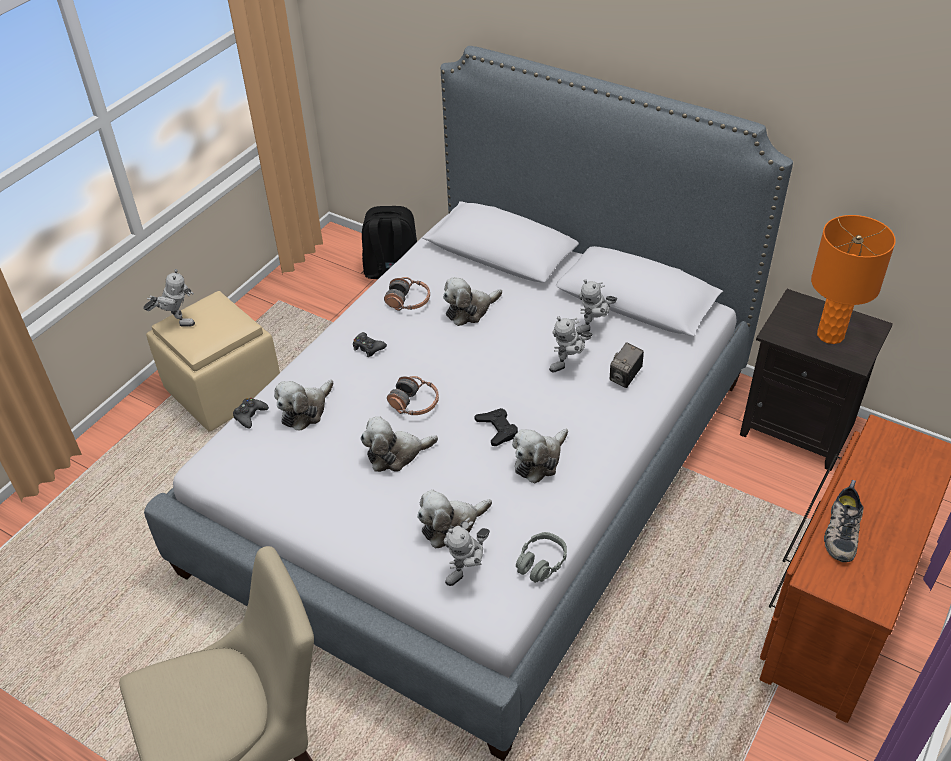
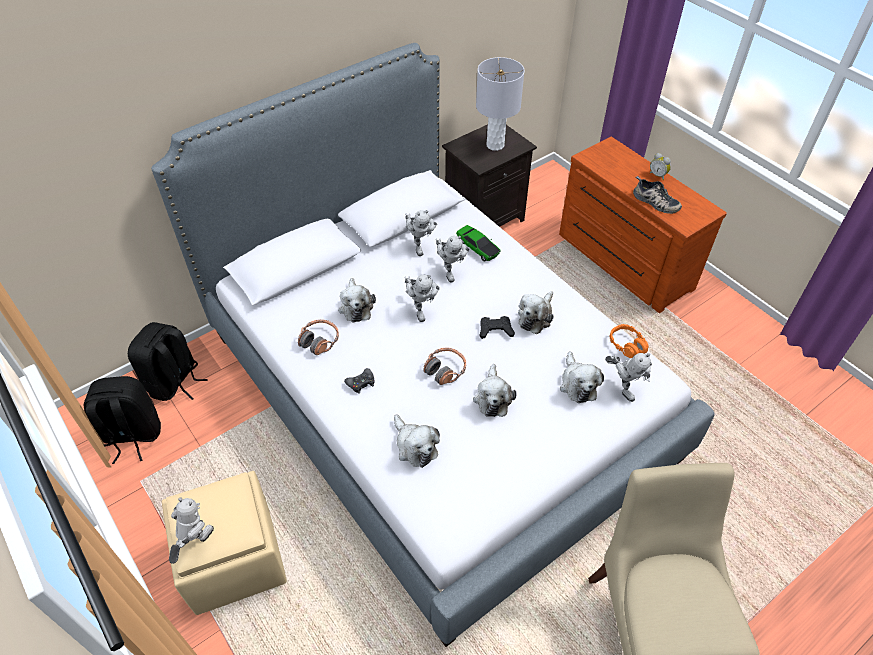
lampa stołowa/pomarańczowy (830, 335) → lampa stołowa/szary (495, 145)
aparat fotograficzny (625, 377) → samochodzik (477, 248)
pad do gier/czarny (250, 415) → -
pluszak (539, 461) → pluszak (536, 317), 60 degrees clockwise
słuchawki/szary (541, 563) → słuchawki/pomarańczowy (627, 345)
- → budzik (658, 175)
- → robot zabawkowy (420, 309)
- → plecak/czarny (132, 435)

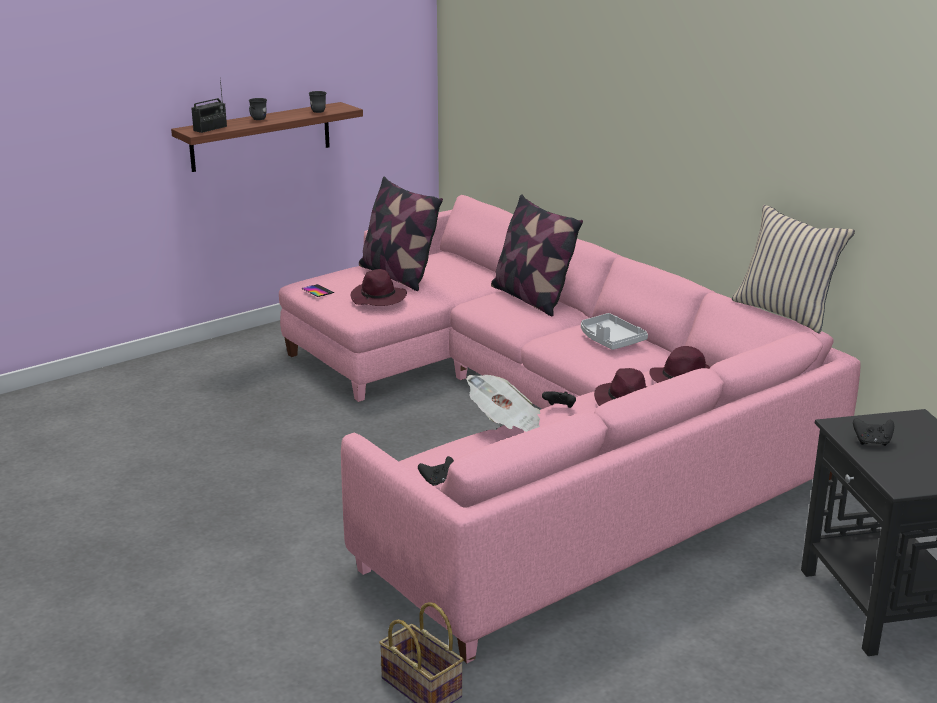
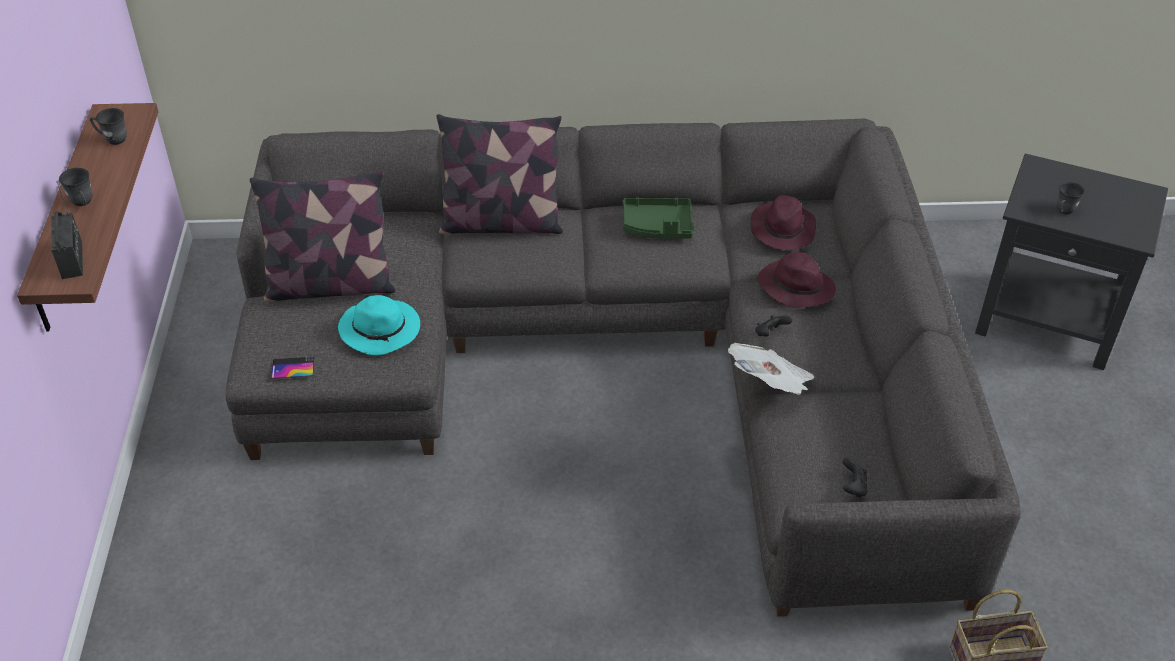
kanapa/różowy (538, 431) → kanapa/szary (626, 356)
poduszka/beżowy (785, 312) → -
kapelusz/fioletowy (379, 298) → kapelusz/turkusowy (381, 330)
taca/szary (610, 340) → taca/zielony (657, 227)
pad do gier/czarny (872, 442) → kubek/szary (1063, 211)

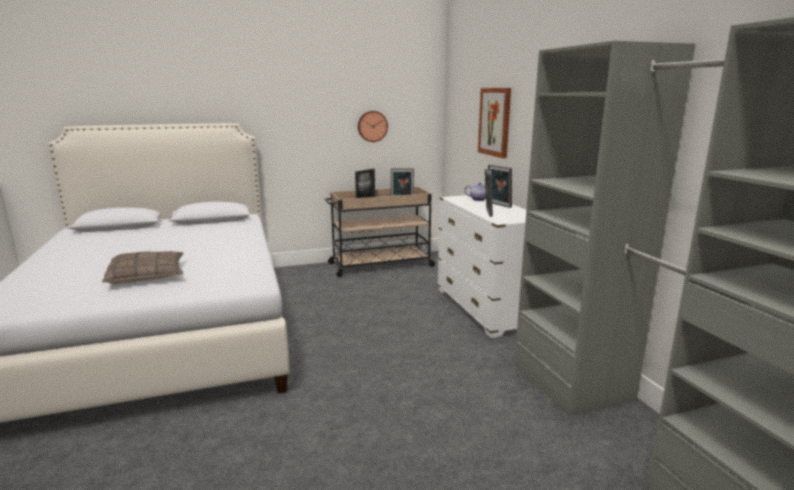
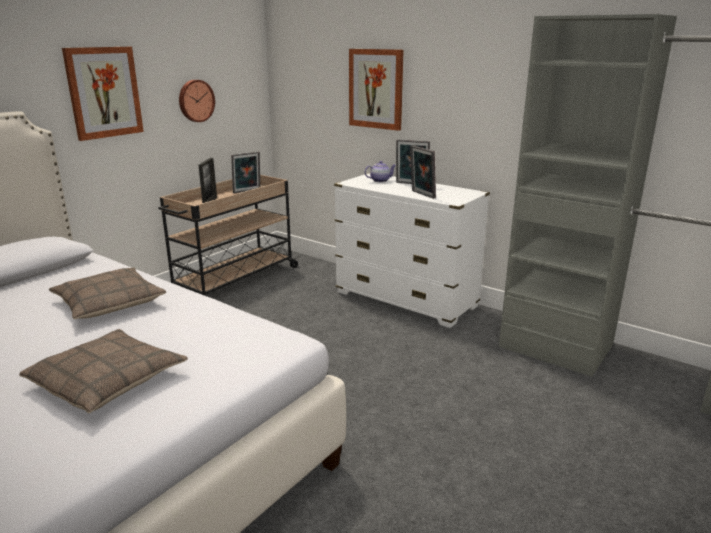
- → obraz (104, 92)
- → poduszka (109, 303)

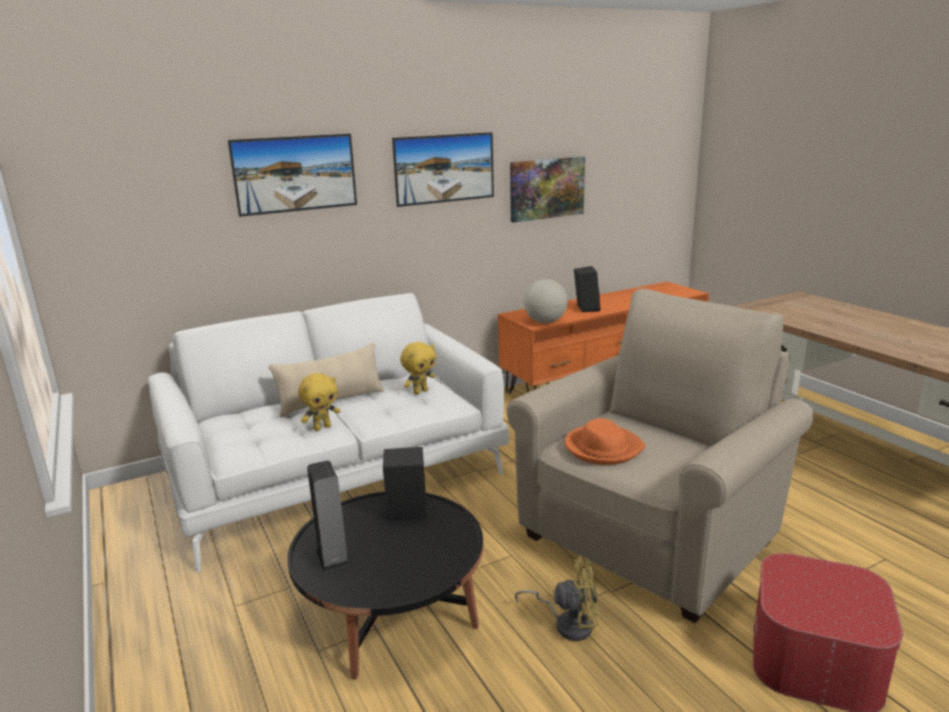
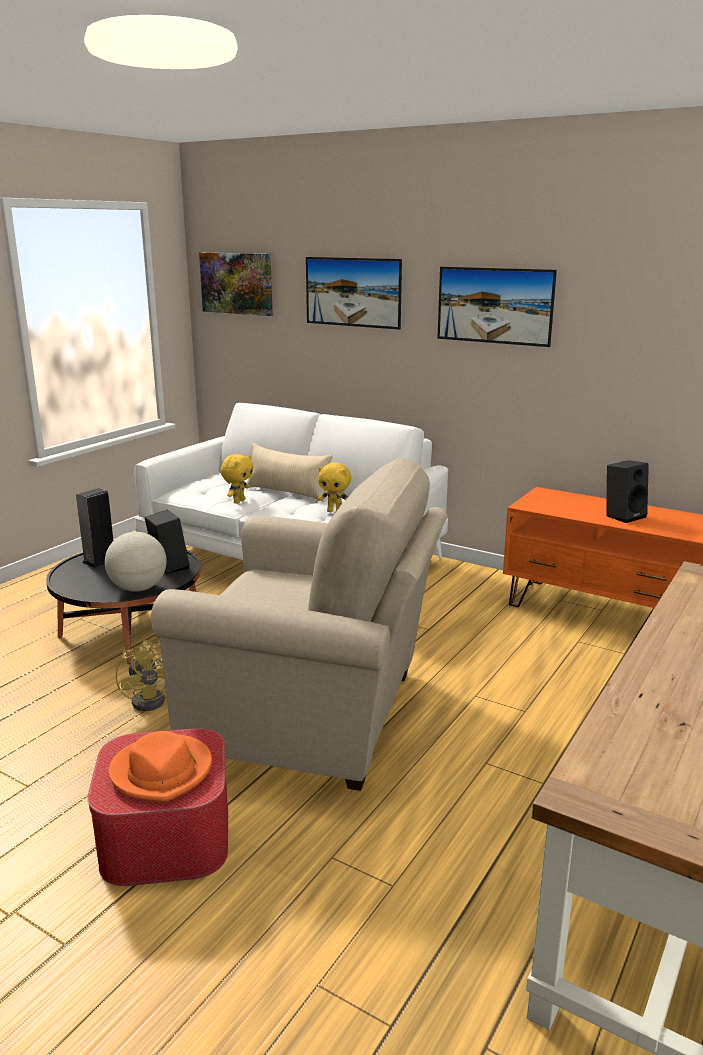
obraz (546, 188) → obraz (237, 283), moved
globus (545, 322) → globus (138, 588), moved
pluszak/żółty (322, 427) → pluszak/żółty (238, 501), 90 degrees counterclockwise
kapelusz/pomarańczowy (602, 448) → kapelusz/pomarańczowy (162, 771), moved

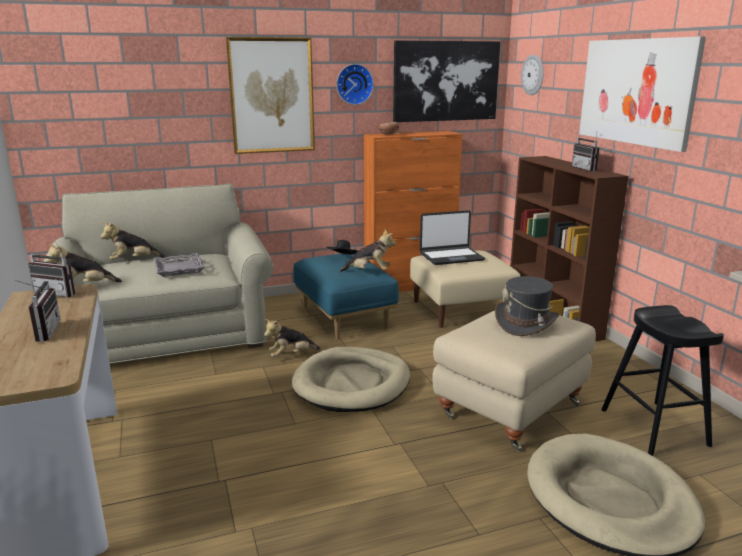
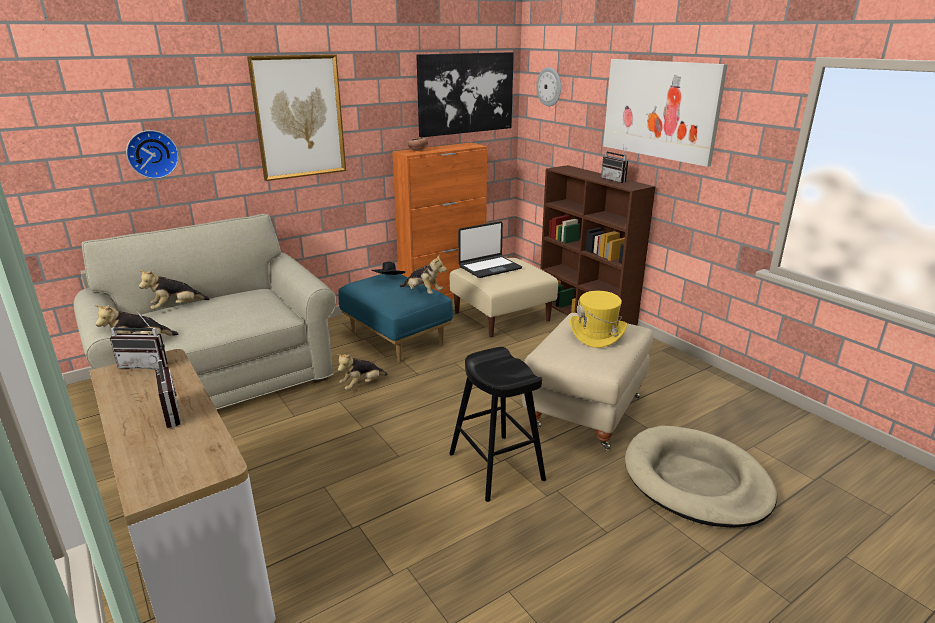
zegar ścienny (354, 84) → zegar ścienny (152, 154), moved
pluszak (369, 272) → pluszak (423, 292), 45 degrees clockwise
taca/szary (178, 268) → -
kapelusz/szary (526, 323) → kapelusz/żółty (597, 333)
stołek/czarny (654, 427) → stołek/czarny (496, 467), moved
legowisko/beżowy (352, 384) → -

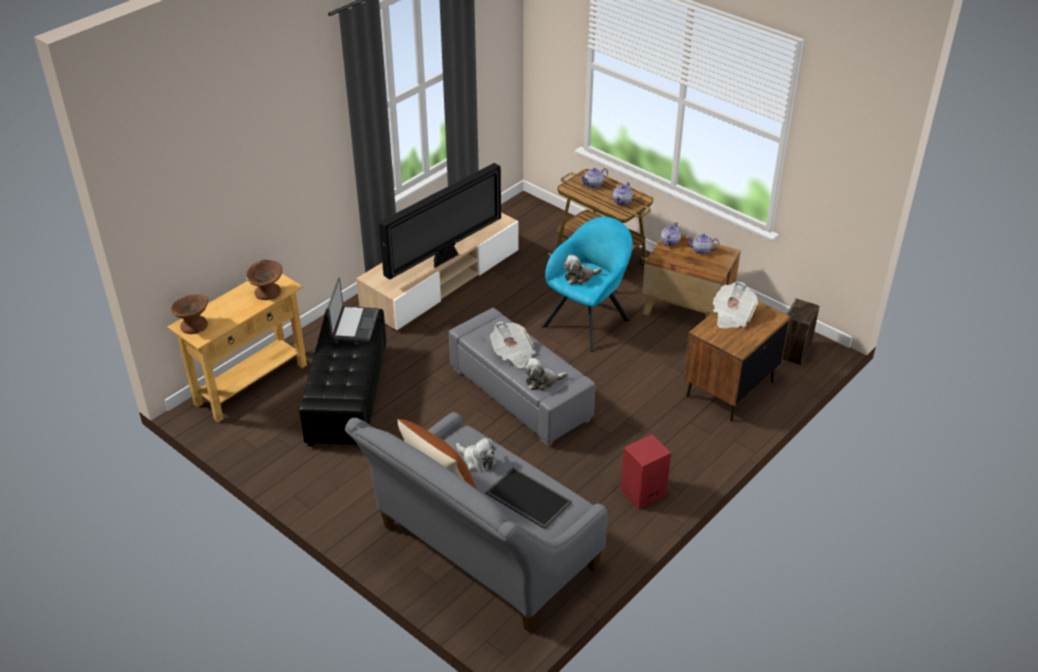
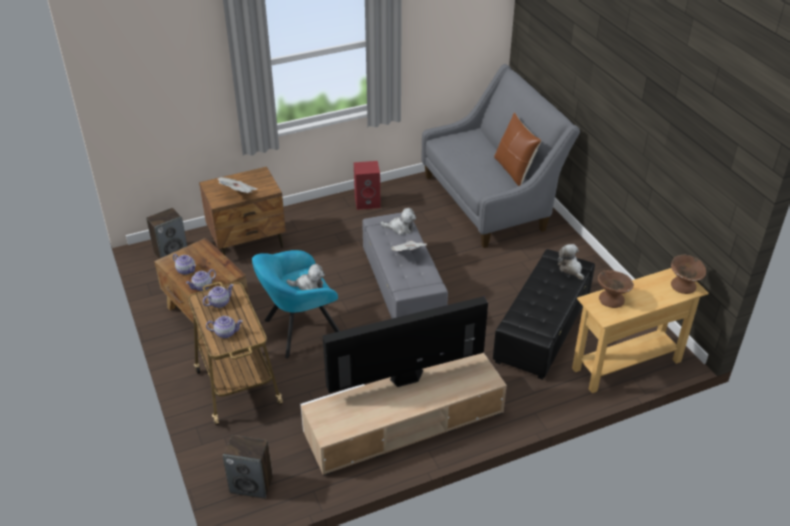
laptop (354, 324) → -
pluszak (477, 460) → pluszak (570, 268), moved
taca (526, 498) → -
- → głośnik (252, 484)

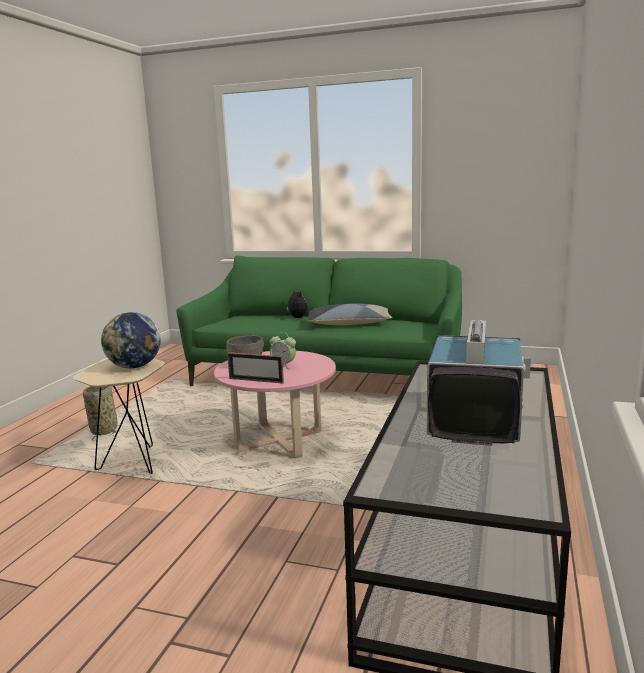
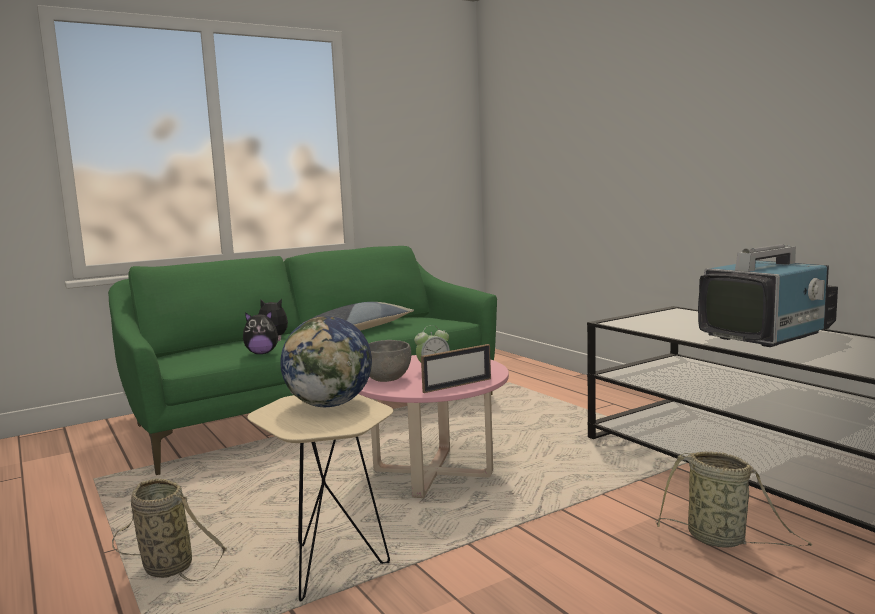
telewizor (474, 421) → telewizor (768, 336), 90 degrees clockwise
- → pluszak (262, 353)
- → koszyk (720, 540)

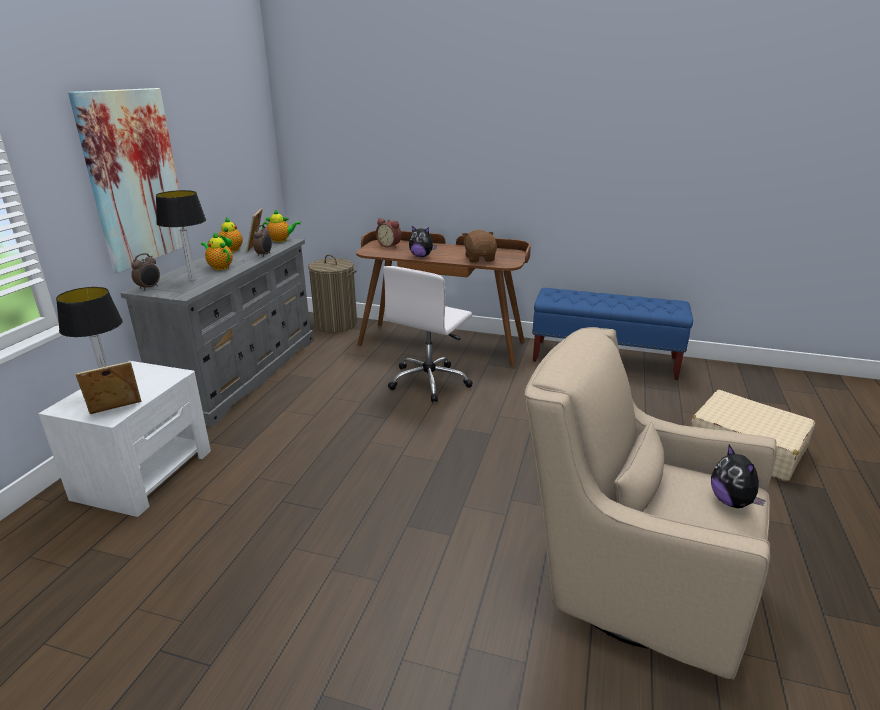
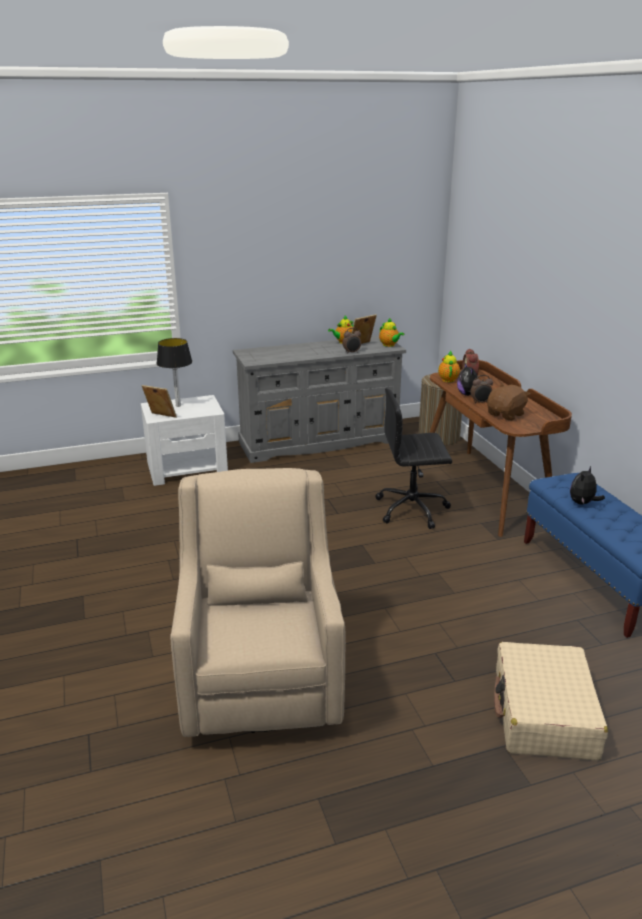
obraz (134, 178) → -
lampa stołowa (193, 279) → -
imbryk (219, 267) → imbryk (448, 379), moved
budzik (149, 288) → budzik (480, 402), moved
krzesło biurowe/biały (430, 381) → krzesło biurowe/czarny (413, 509)
pluszak (731, 502) → pluszak (582, 503), moved

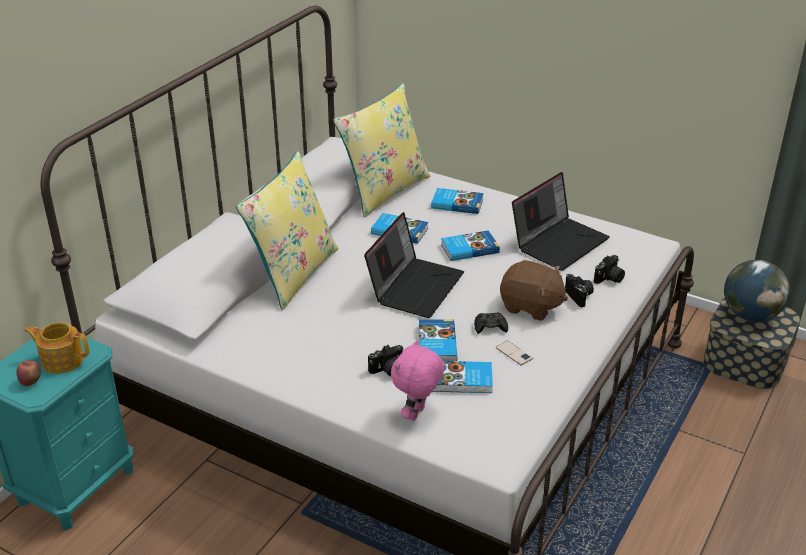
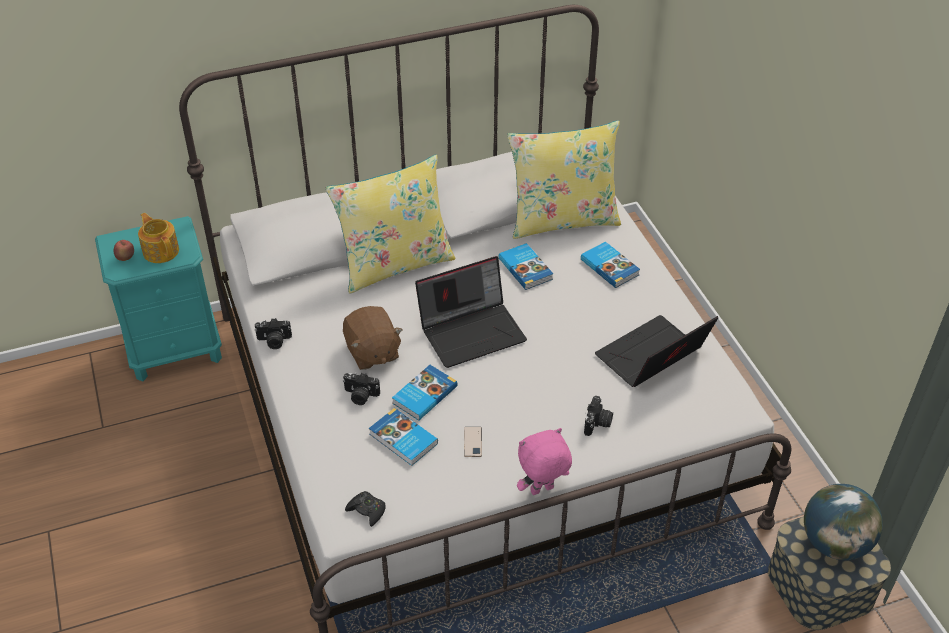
laptop (559, 242) → laptop (651, 358), 150 degrees clockwise
książka (469, 248) → -
aparat fotograficzny (609, 279) → aparat fotograficzny (274, 341), moved
pluszak/brązowy (531, 306) → pluszak/brązowy (372, 352), moved
pad do gier/czarny (490, 327) → pad do gier/czarny (367, 511), moved
pluszak/różowy (417, 414) → pluszak/różowy (542, 491), moved

